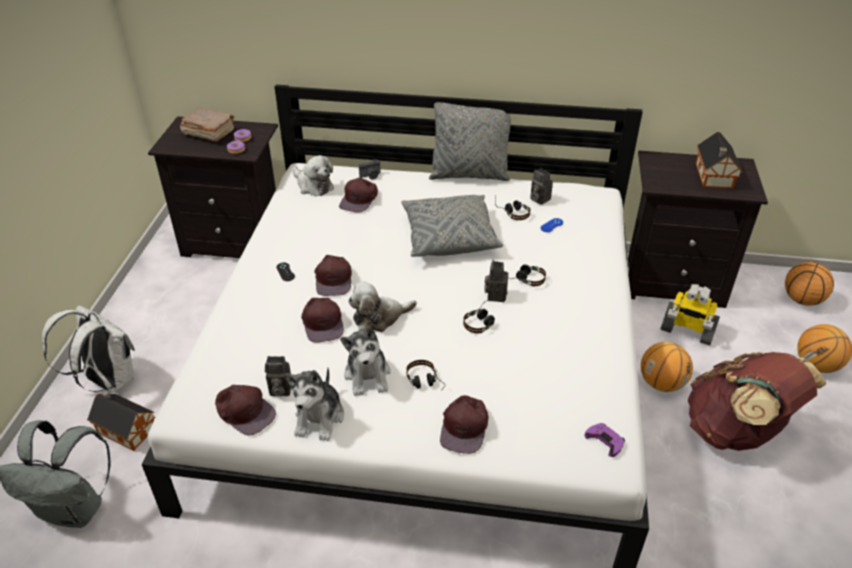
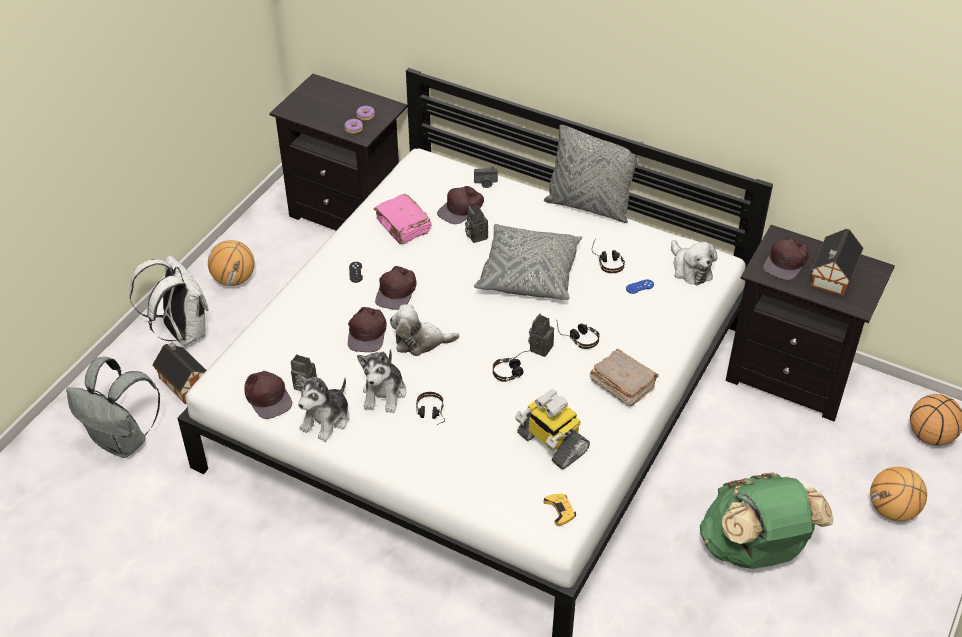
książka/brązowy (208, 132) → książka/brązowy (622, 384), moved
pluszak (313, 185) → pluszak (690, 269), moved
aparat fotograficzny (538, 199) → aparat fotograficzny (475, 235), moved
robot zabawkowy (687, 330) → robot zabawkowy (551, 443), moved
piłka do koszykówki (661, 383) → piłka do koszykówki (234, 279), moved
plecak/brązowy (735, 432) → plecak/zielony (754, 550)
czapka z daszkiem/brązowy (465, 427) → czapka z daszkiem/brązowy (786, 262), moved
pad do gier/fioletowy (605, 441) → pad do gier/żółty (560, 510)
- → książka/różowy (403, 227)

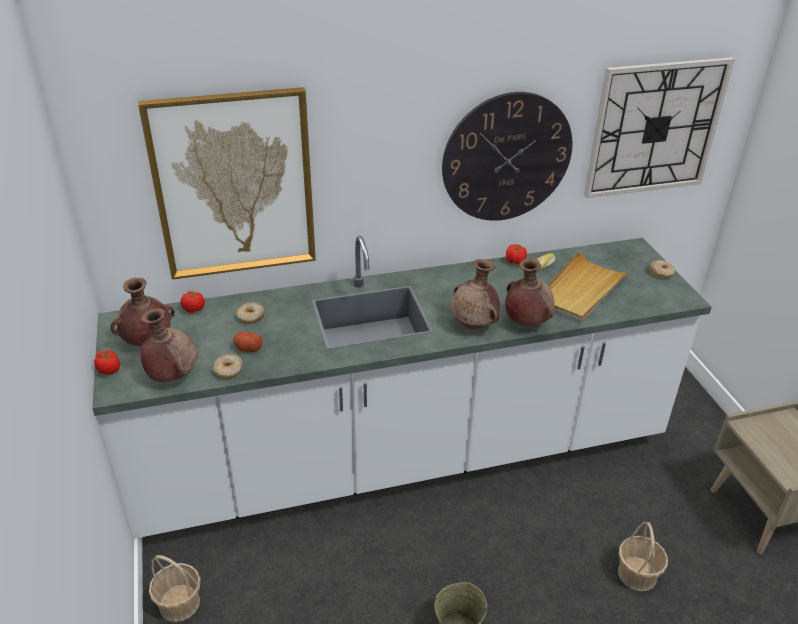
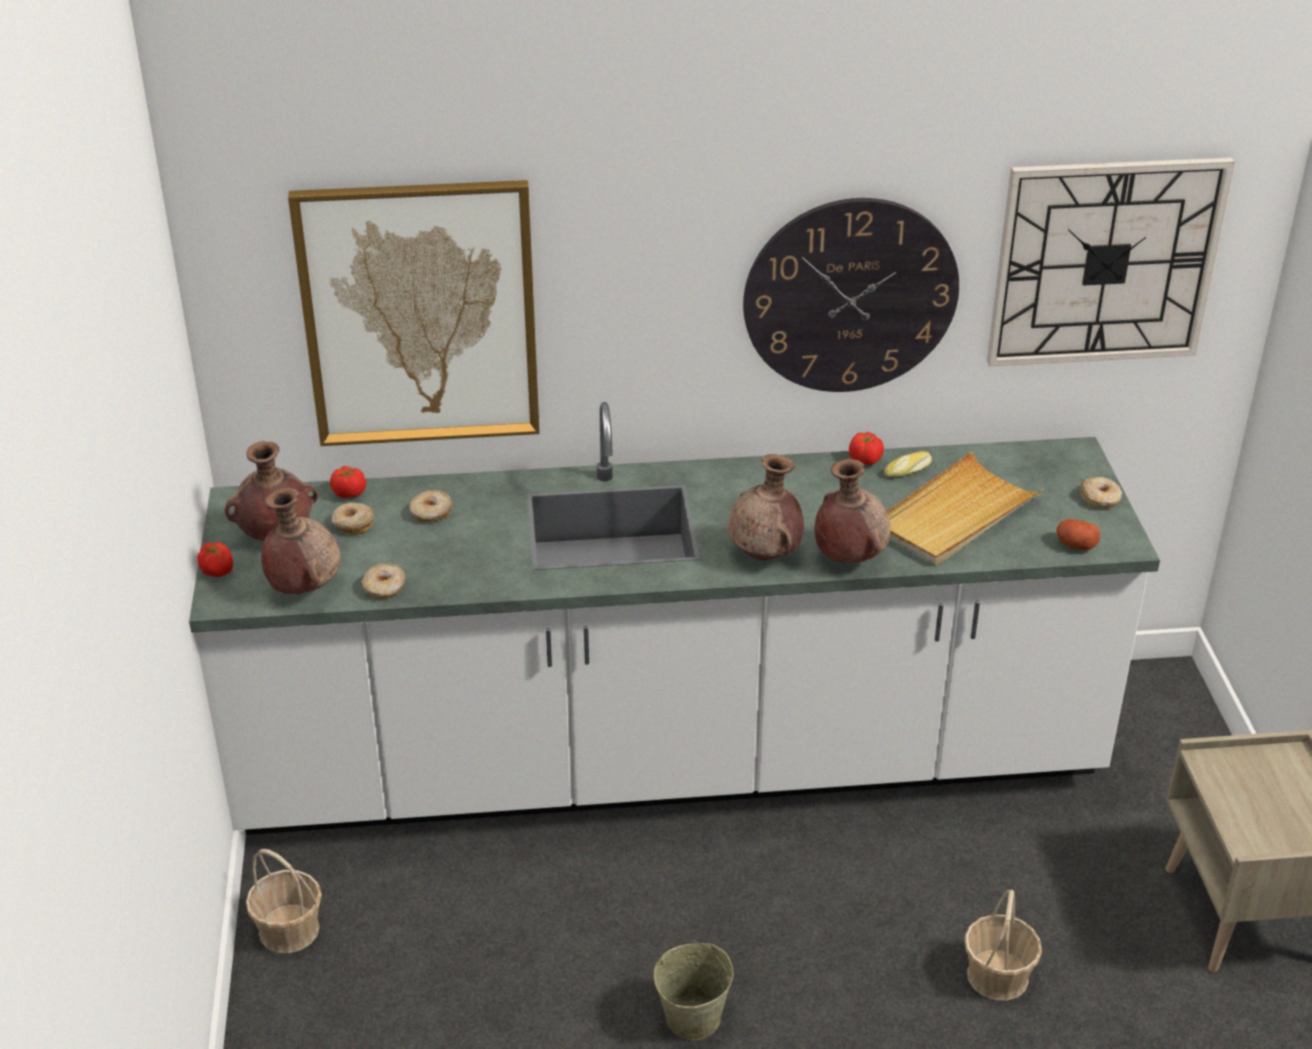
ziemniak (247, 348) → ziemniak (1075, 544), moved
- → donut (352, 524)

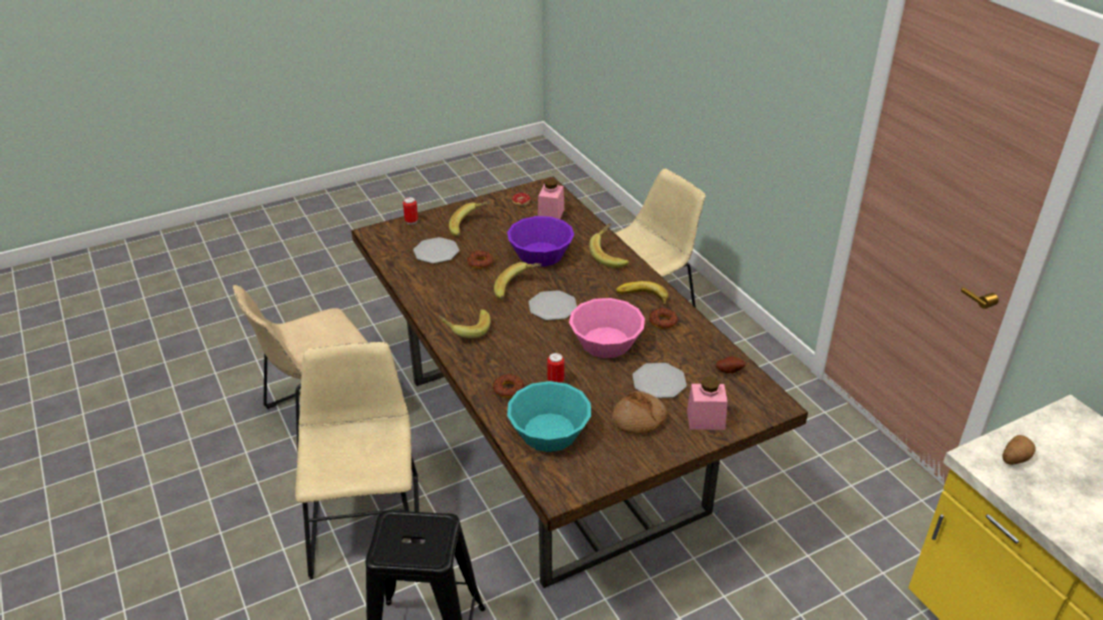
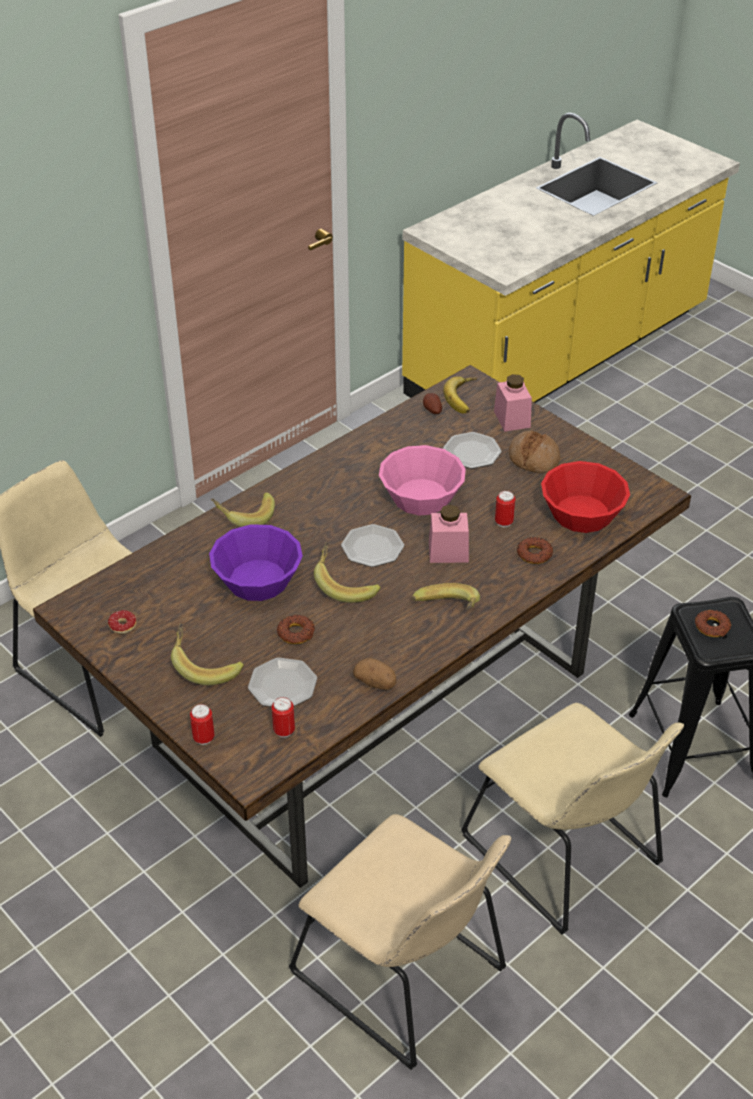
słoik/różowy (551, 215) → słoik/różowy (448, 552), moved
banan (642, 298) → banan (464, 398), moved
donut (663, 322) → donut (712, 627), moved
krzesło/beżowy (366, 520) → krzesło/beżowy (566, 855), 105 degrees counterclockwise
miska/turkusowy (549, 431) → miska/czerwony (582, 513)
ziemniak (1014, 459) → ziemniak (376, 683), moved
- → puszka (284, 731)

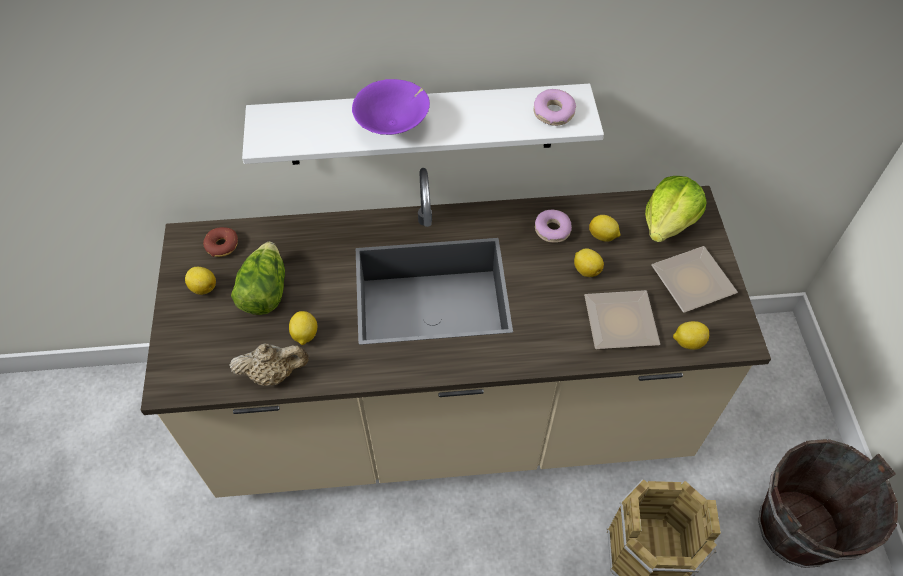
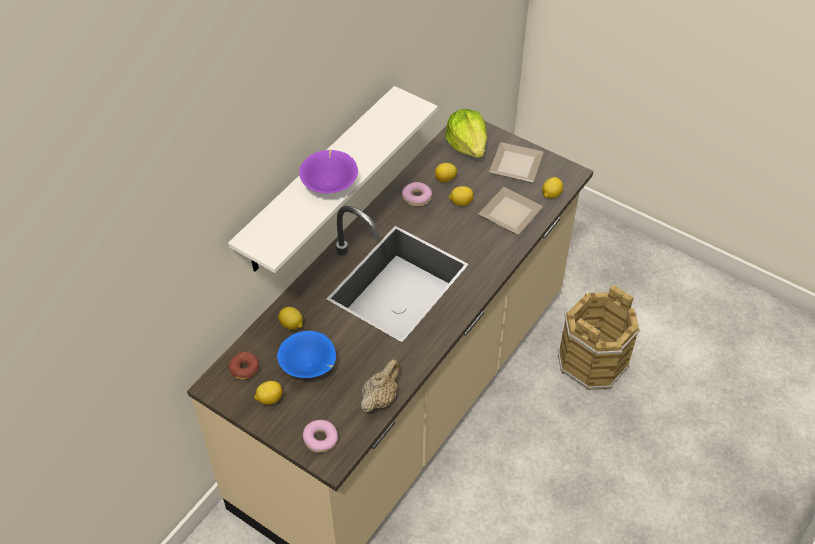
donut (553, 113) → donut (320, 439), moved
sałata (264, 291) → miska/niebieski (309, 367)
cytryna (304, 335) → cytryna (292, 325), moved
wiadro/brązowy (797, 529) → -

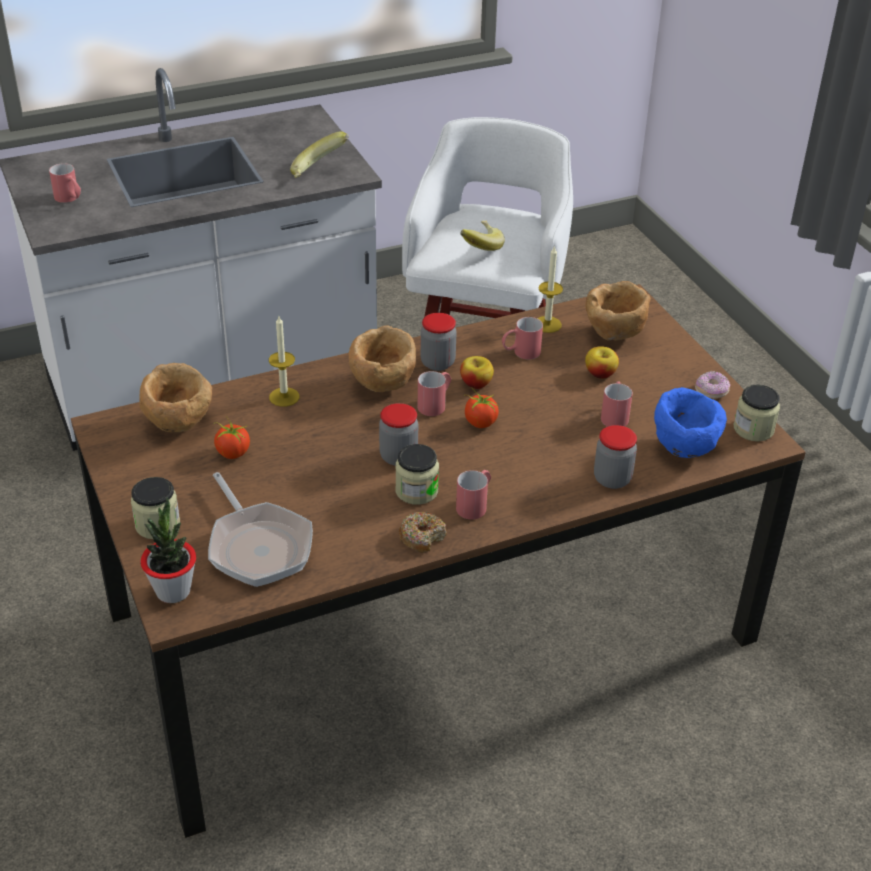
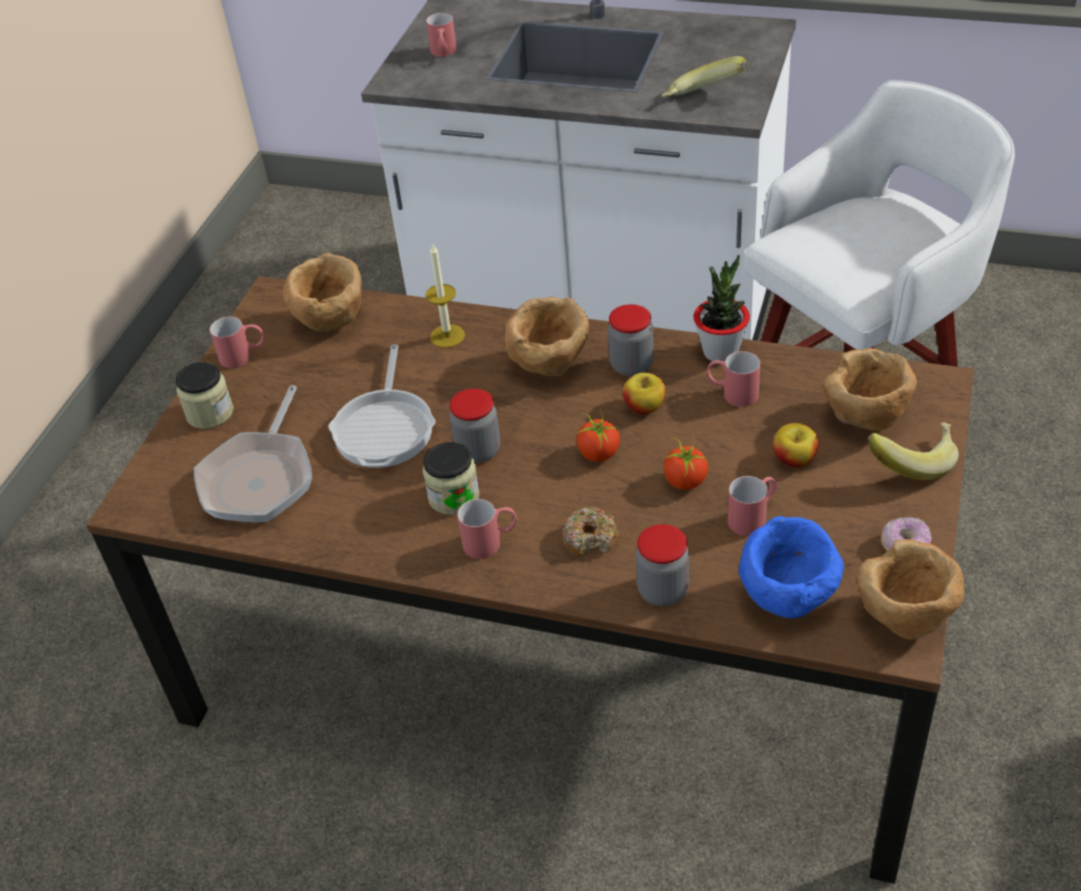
banan (478, 247) → banan (911, 461), moved
świeca (547, 324) → -
kubek/czerwony (435, 404) → kubek/czerwony (244, 356), moved
słoik (753, 429) → miska/brązowy (904, 619)
pomidor (233, 453) → pomidor (685, 481), moved
roślina doniczkowa (173, 591) → roślina doniczkowa (720, 352), moved
donut (422, 537) → donut (590, 538), moved
- → patelnia (385, 428)

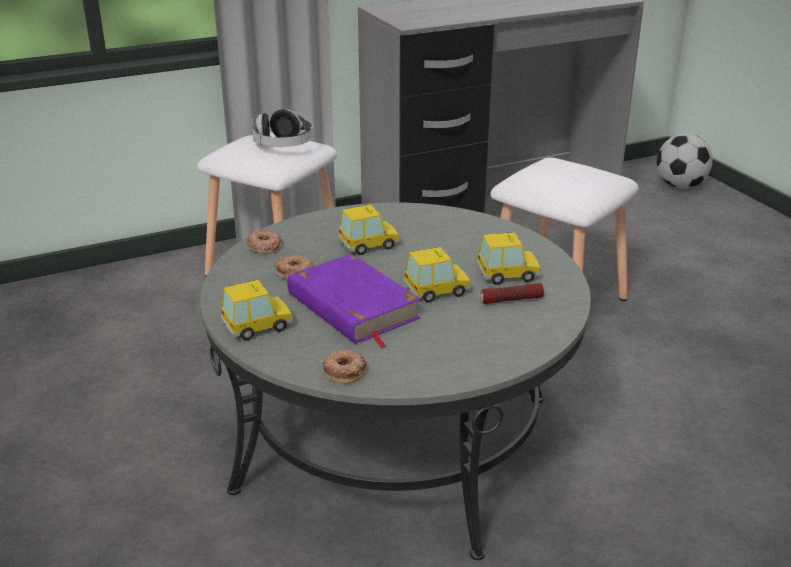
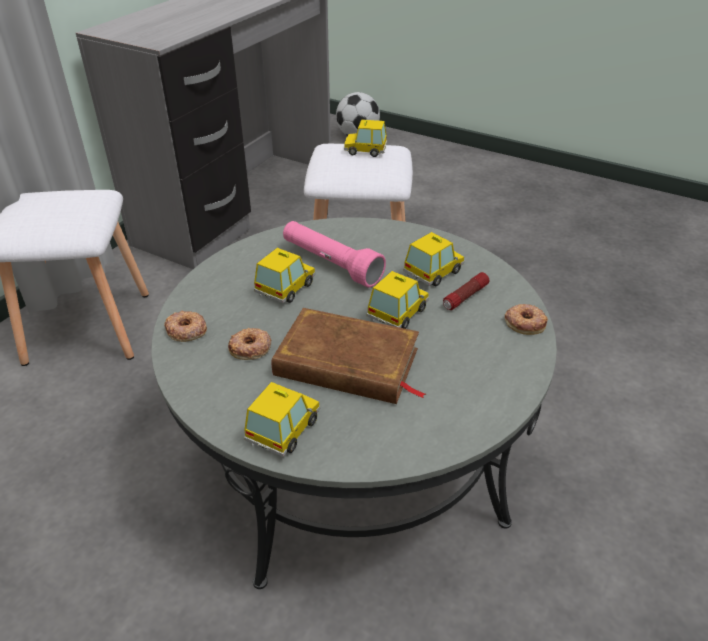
słuchawki (283, 146) → -
książka/fioletowy (352, 306) → książka/brązowy (347, 363)
donut (344, 370) → donut (525, 322), moved
- → samochodzik (365, 150)
- → latarka/różowy (331, 264)

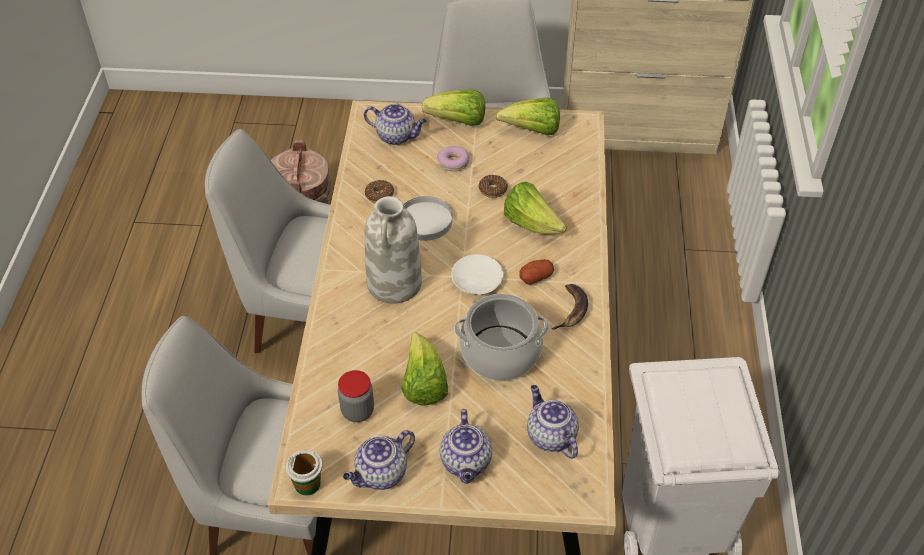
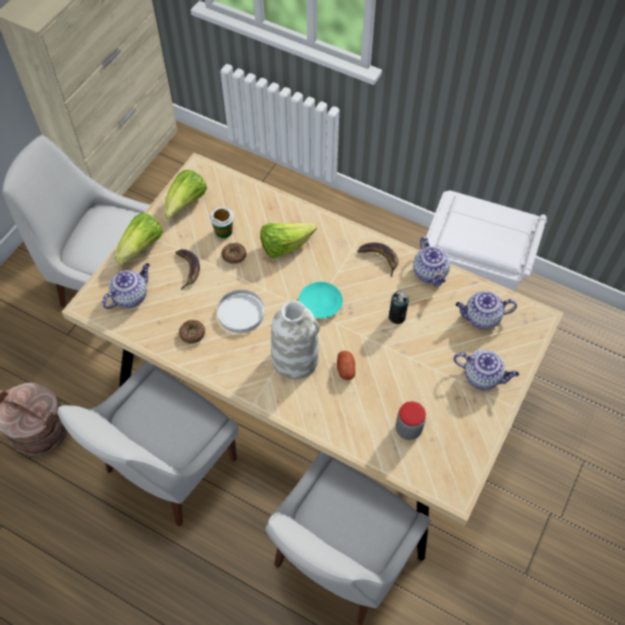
donut (453, 163) → banan (188, 269)
talerz/biały (477, 280) → talerz/turkusowy (321, 303)
ziemniak (536, 277) → ziemniak (345, 369), moved
garnek (500, 352) → puszka (397, 317)
sałata (423, 384) → -
imbryk (381, 474) → imbryk (430, 273), moved
filiżanka (307, 484) → filiżanka (223, 231), moved

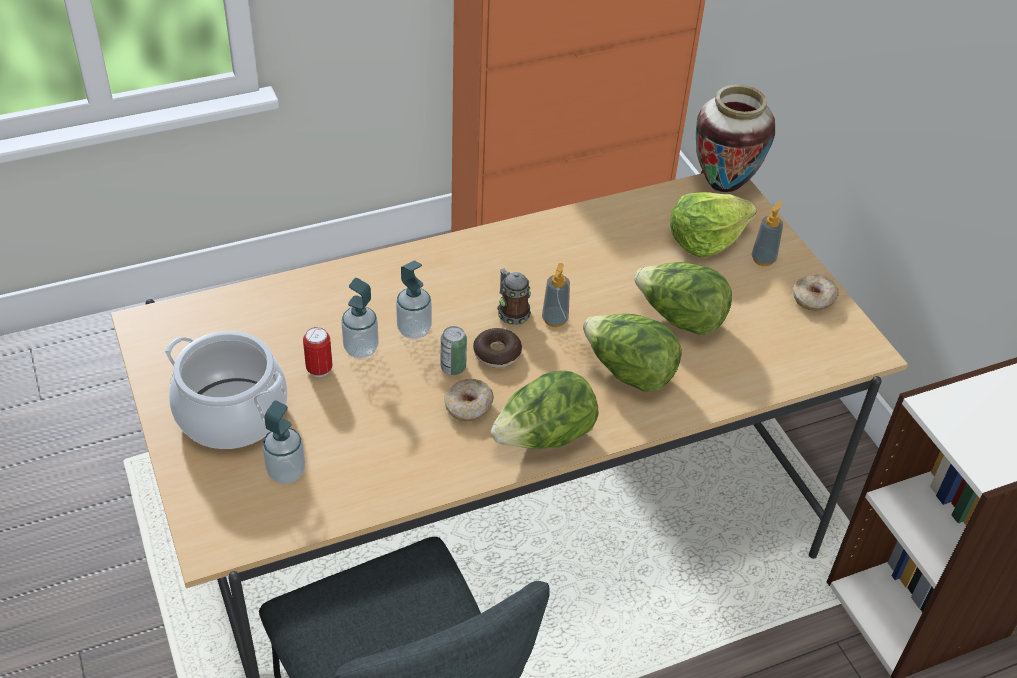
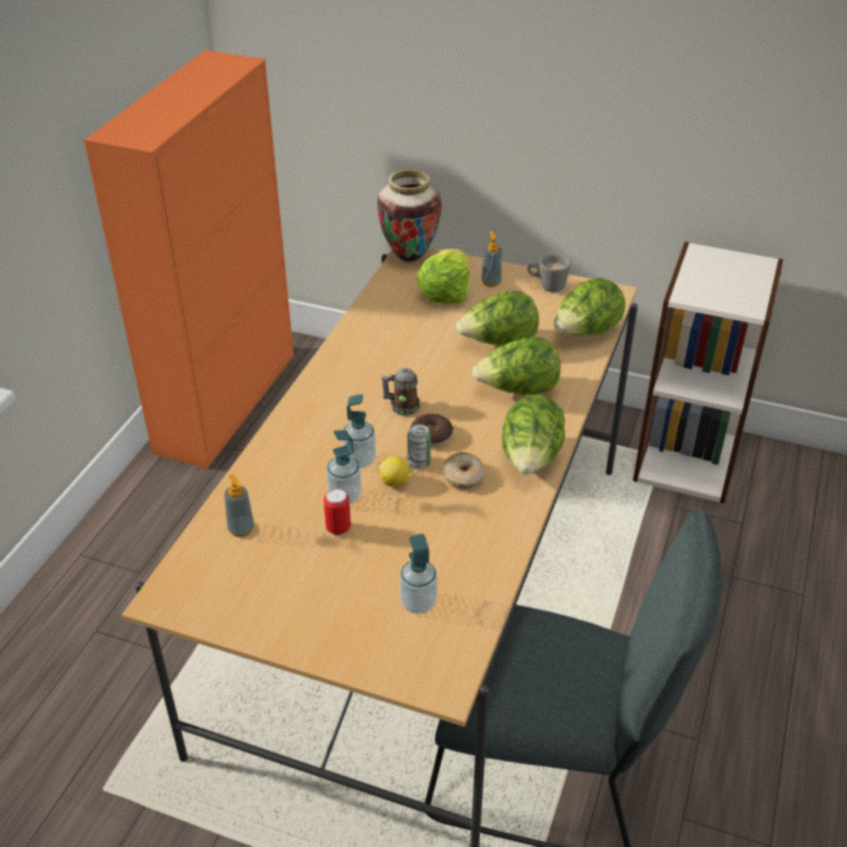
dozownik mydła (554, 319) → dozownik mydła (241, 529), moved
donut (813, 299) → kubek/szary (547, 286)
garnek (232, 414) → -
- → sałata (586, 333)
- → cytryna (394, 482)

